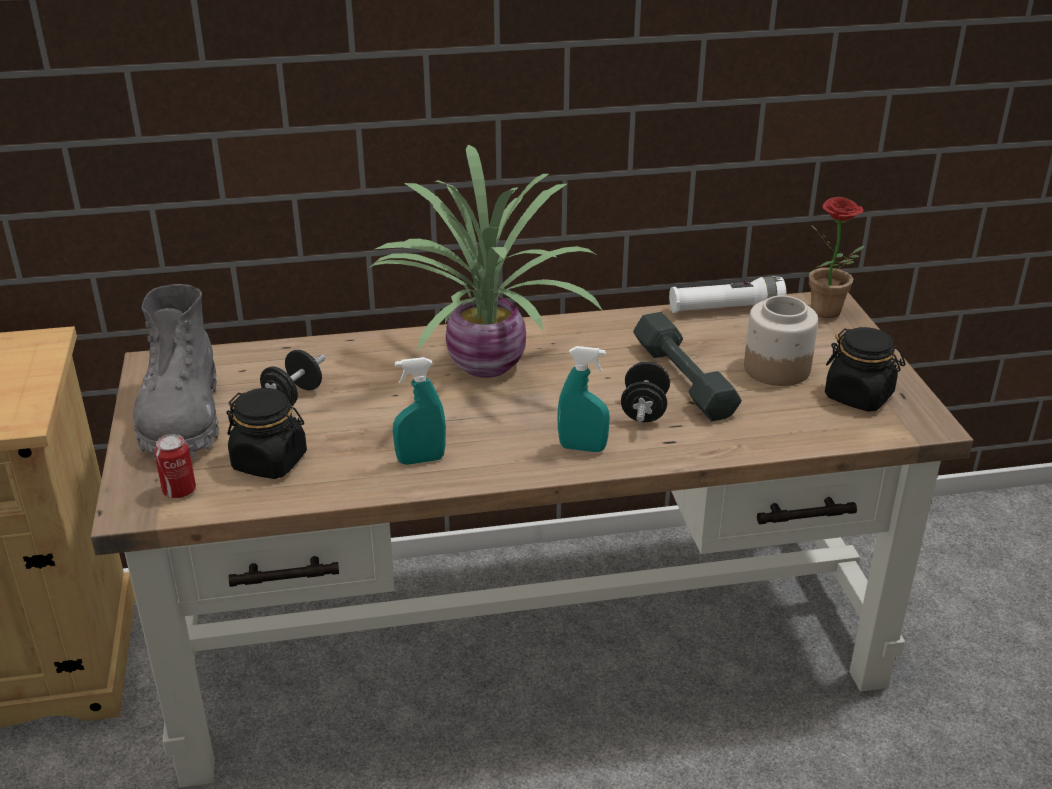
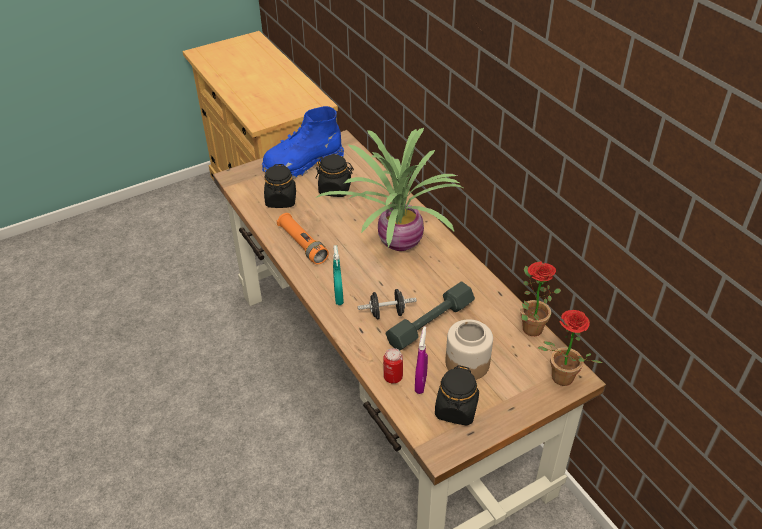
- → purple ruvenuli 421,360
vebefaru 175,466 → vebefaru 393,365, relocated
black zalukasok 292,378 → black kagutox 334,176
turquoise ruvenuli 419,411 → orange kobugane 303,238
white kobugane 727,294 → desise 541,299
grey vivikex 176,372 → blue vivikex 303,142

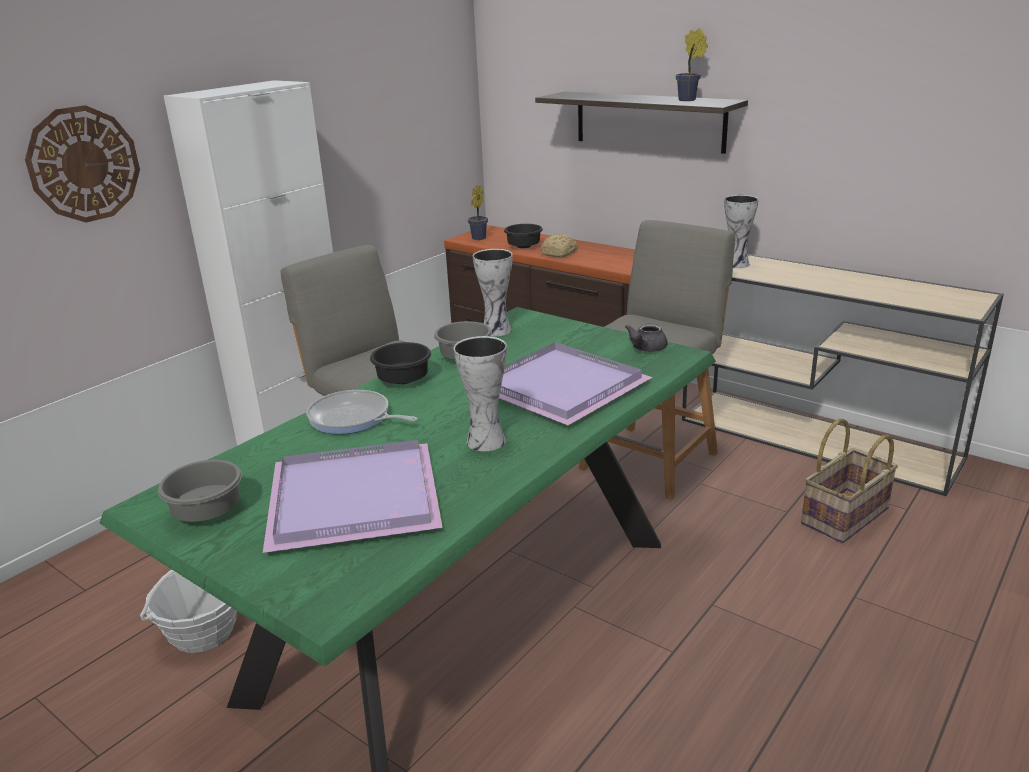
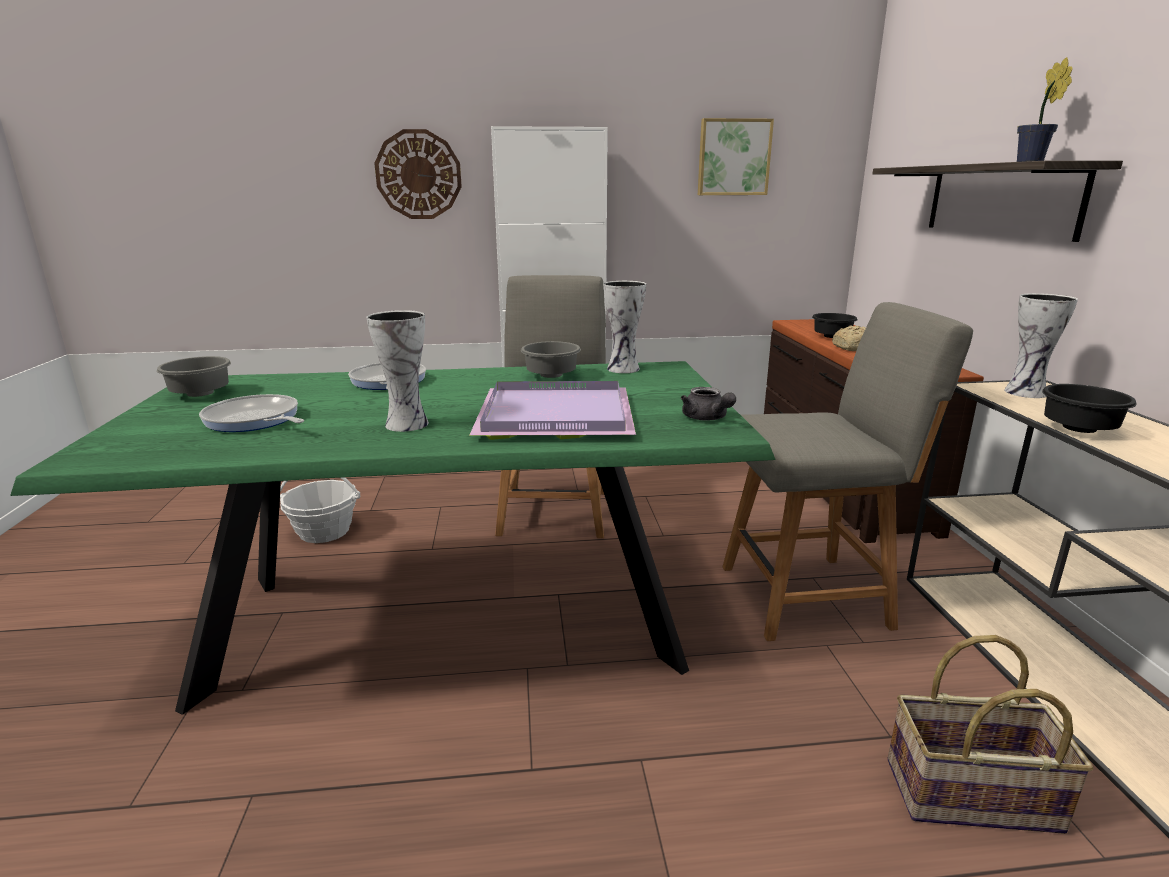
desise 478,212 → -
- → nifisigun 736,156
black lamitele 400,363 → black lamitele 1089,408, relocated
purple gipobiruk 353,496 → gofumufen 251,413
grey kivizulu 646,337 → grey kivizulu 708,404, 105 degrees counterclockwise

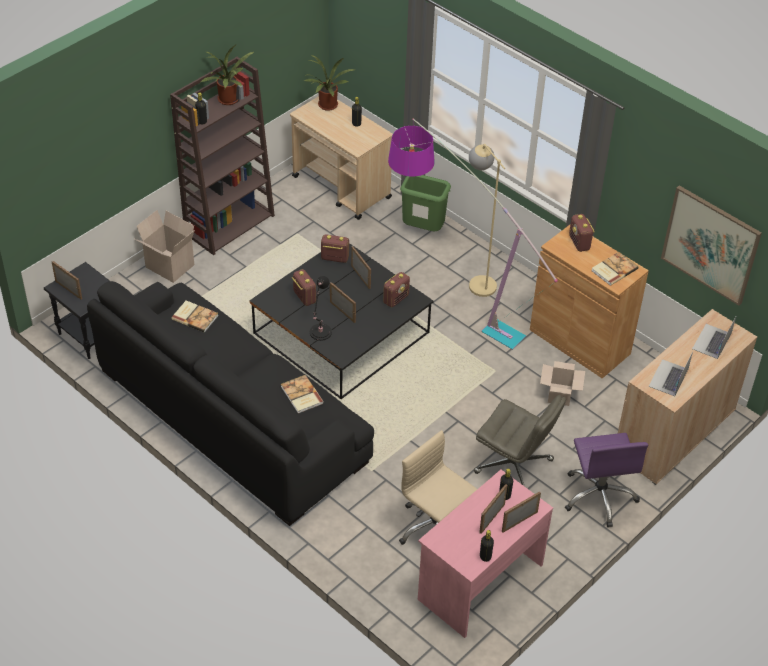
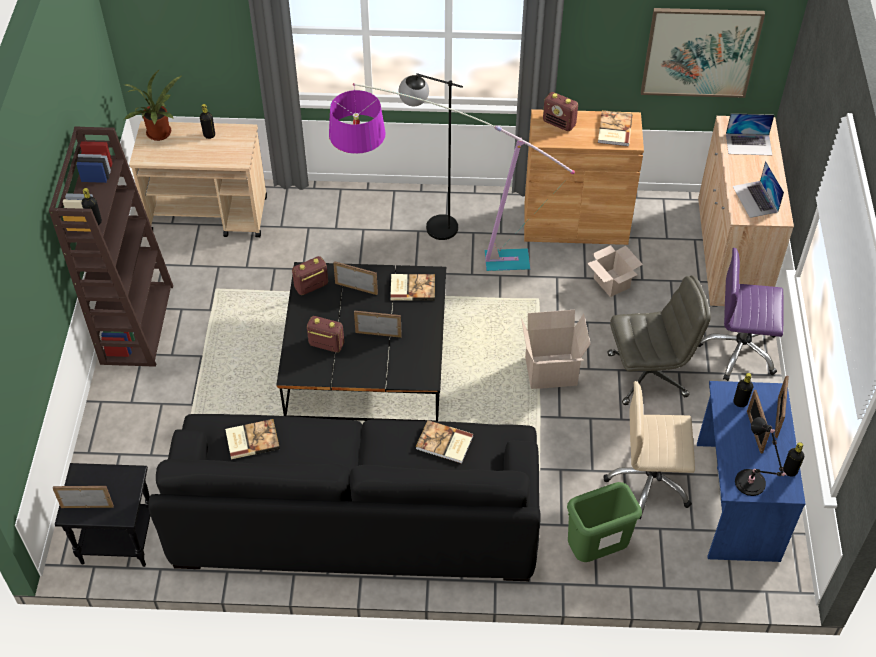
desise 227,74 → -
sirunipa 165,246 → sirunipa 556,349, relocated
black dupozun 321,308 → black dupozun 761,456, relocated
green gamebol 425,203 → green gamebol 604,522, relocated
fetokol 396,289 → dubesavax 412,287
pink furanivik 485,554 → blue furanivik 751,471
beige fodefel 487,220 → black fodefel 431,156
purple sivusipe 606,480 → purple sivusipe 741,314, 150 degrees clockwise
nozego 714,338 → nozego 750,134, 75 degrees counterclockwise

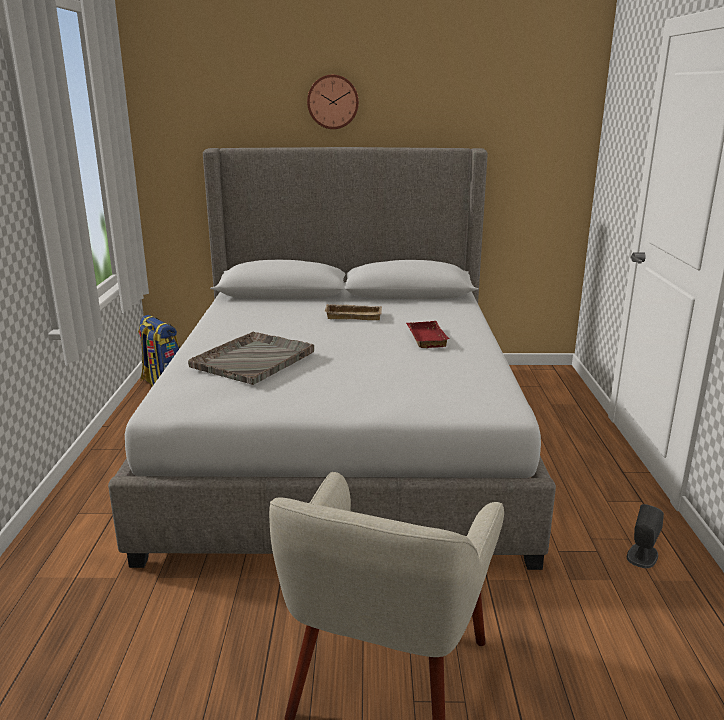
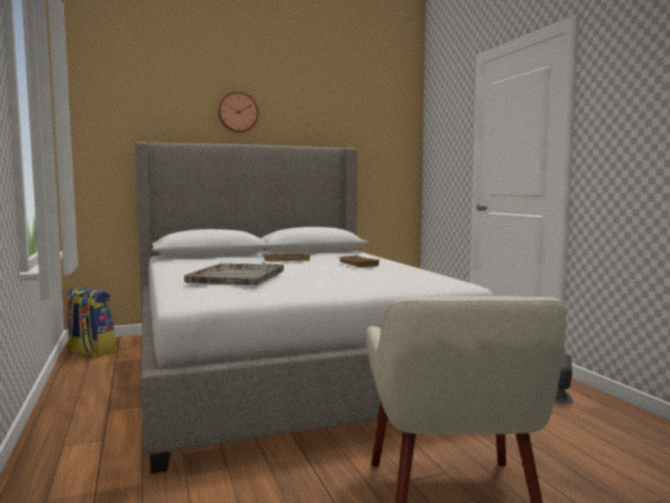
red gipobiruk 428,334 → beige gipobiruk 358,261

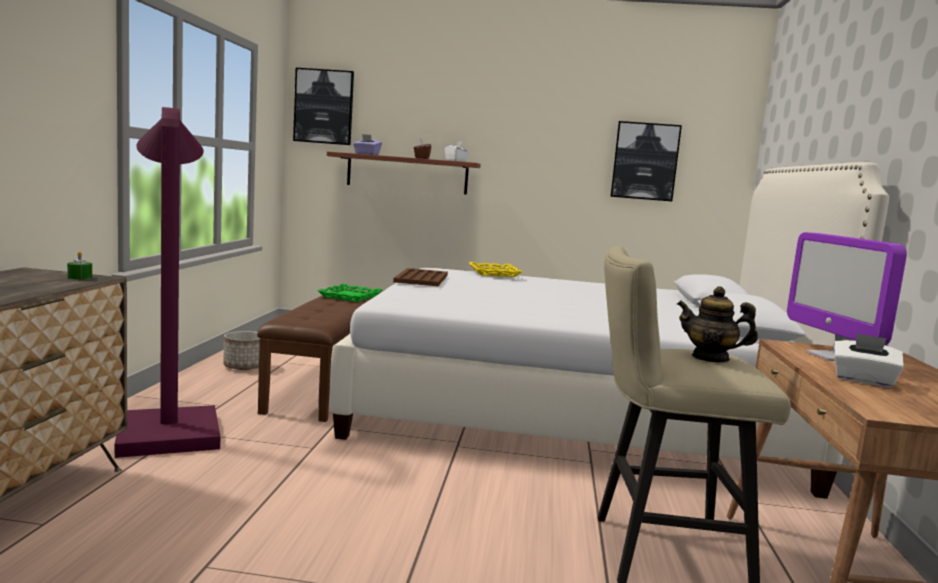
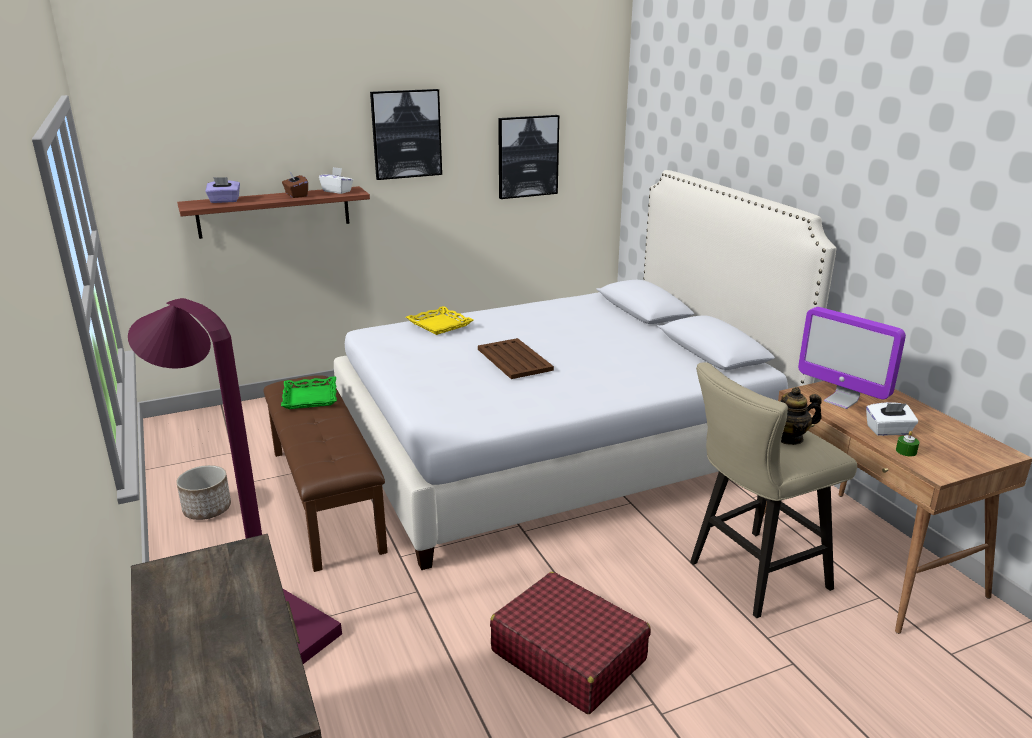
- → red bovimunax 570,643
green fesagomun 79,265 → green fesagomun 908,444, relocated
nifisigun 323,106 → nifisigun 406,134, relocated
brown gipobiruk 420,277 → brown gipobiruk 516,358, relocated

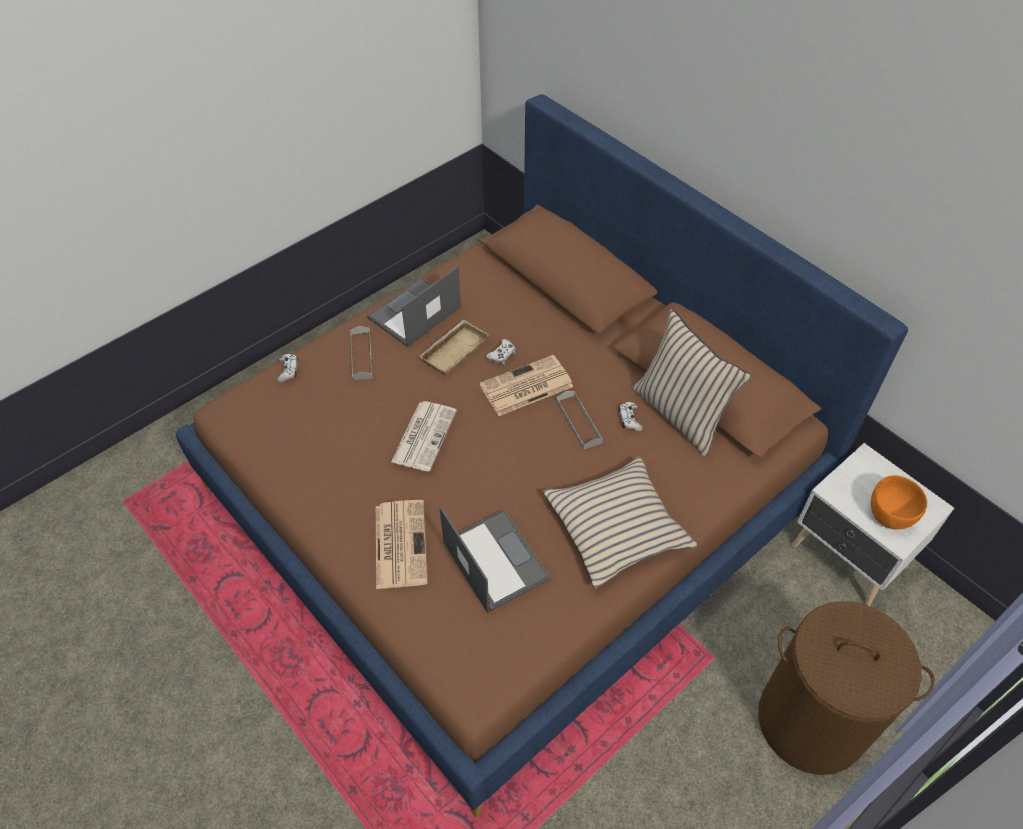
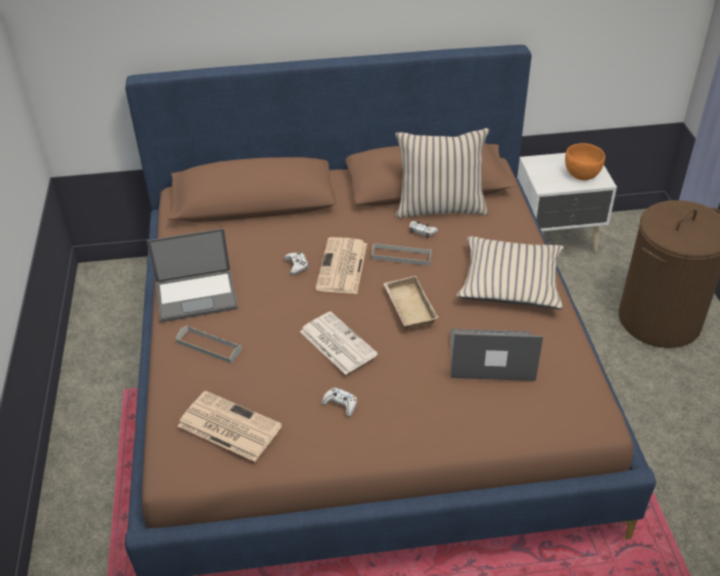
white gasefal 287,368 → white gasefal 339,401, relocated
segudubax 402,544 → segudubax 230,426, relocated
beige gipobiruk 453,347 → beige gipobiruk 411,302, relocated
nozego 414,306 → nozego 192,275, 90 degrees counterclockwise

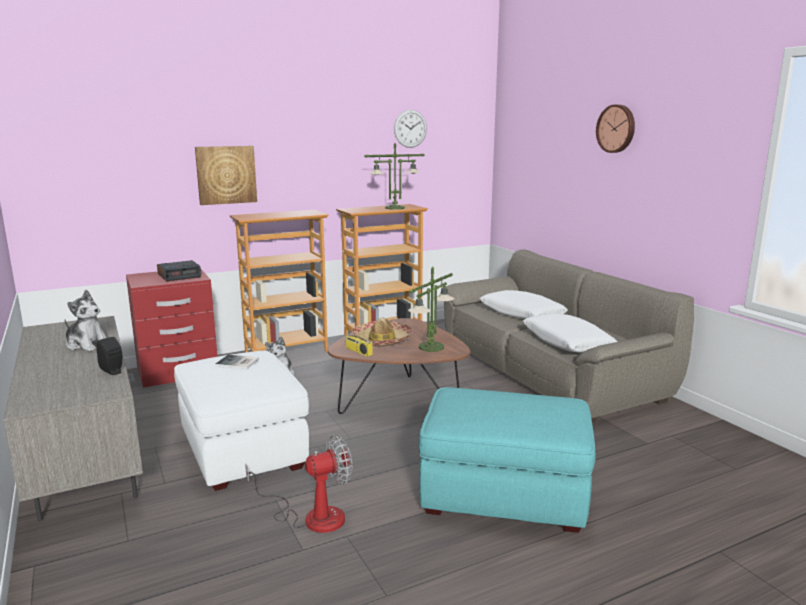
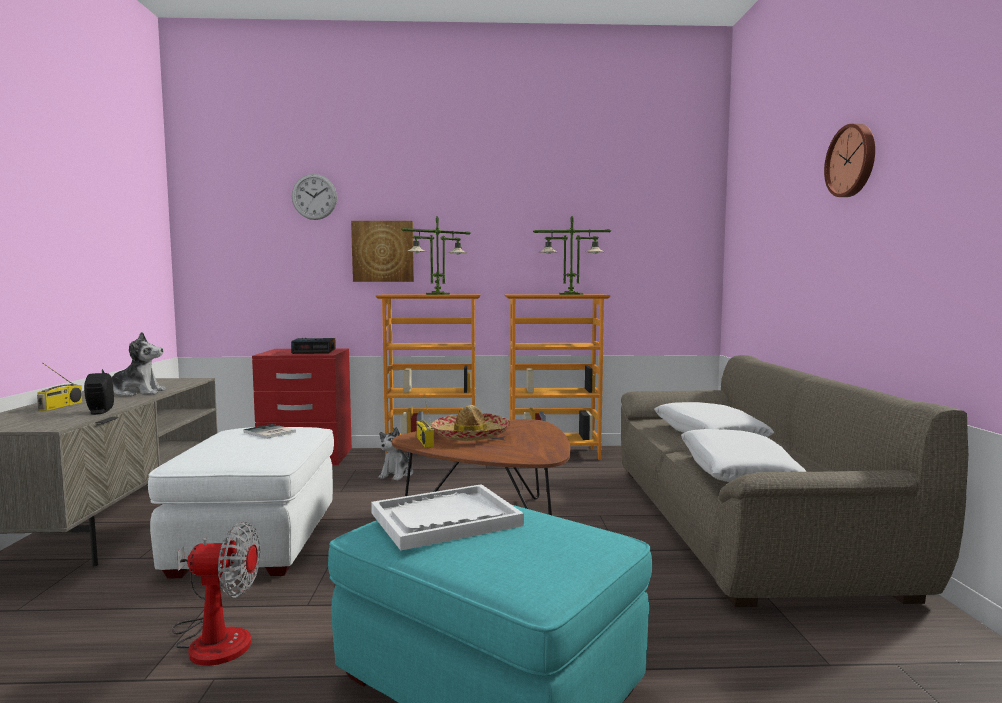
- → fetokol 60,387
- → white gipobiruk 447,517
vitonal 410,129 → vitonal 314,197, relocated
dupozun 431,309 → dupozun 436,255, relocated
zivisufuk 85,320 → zivisufuk 134,364, 60 degrees counterclockwise

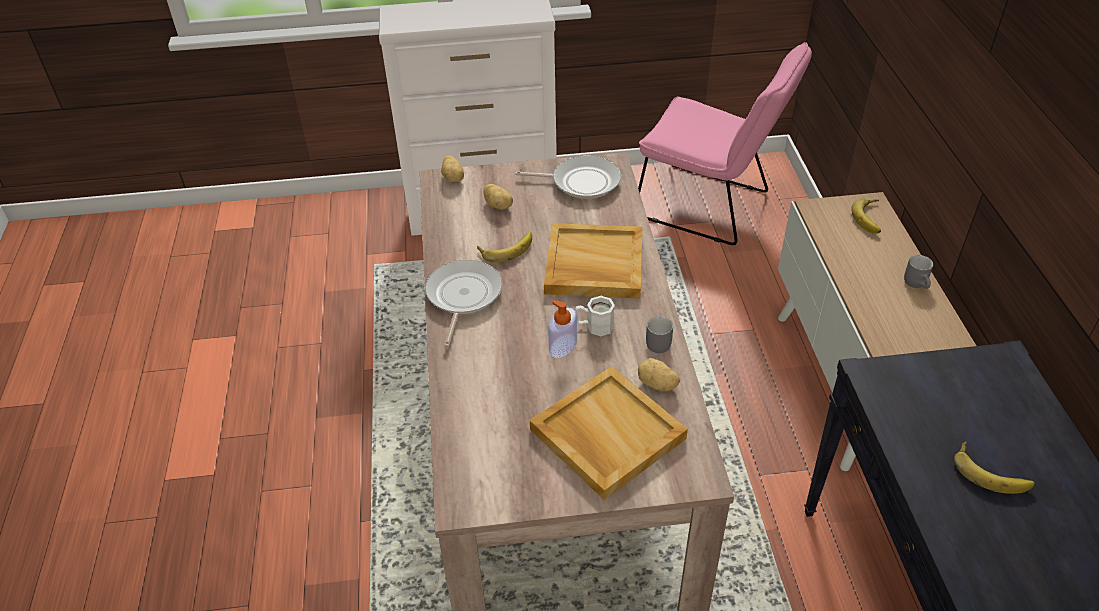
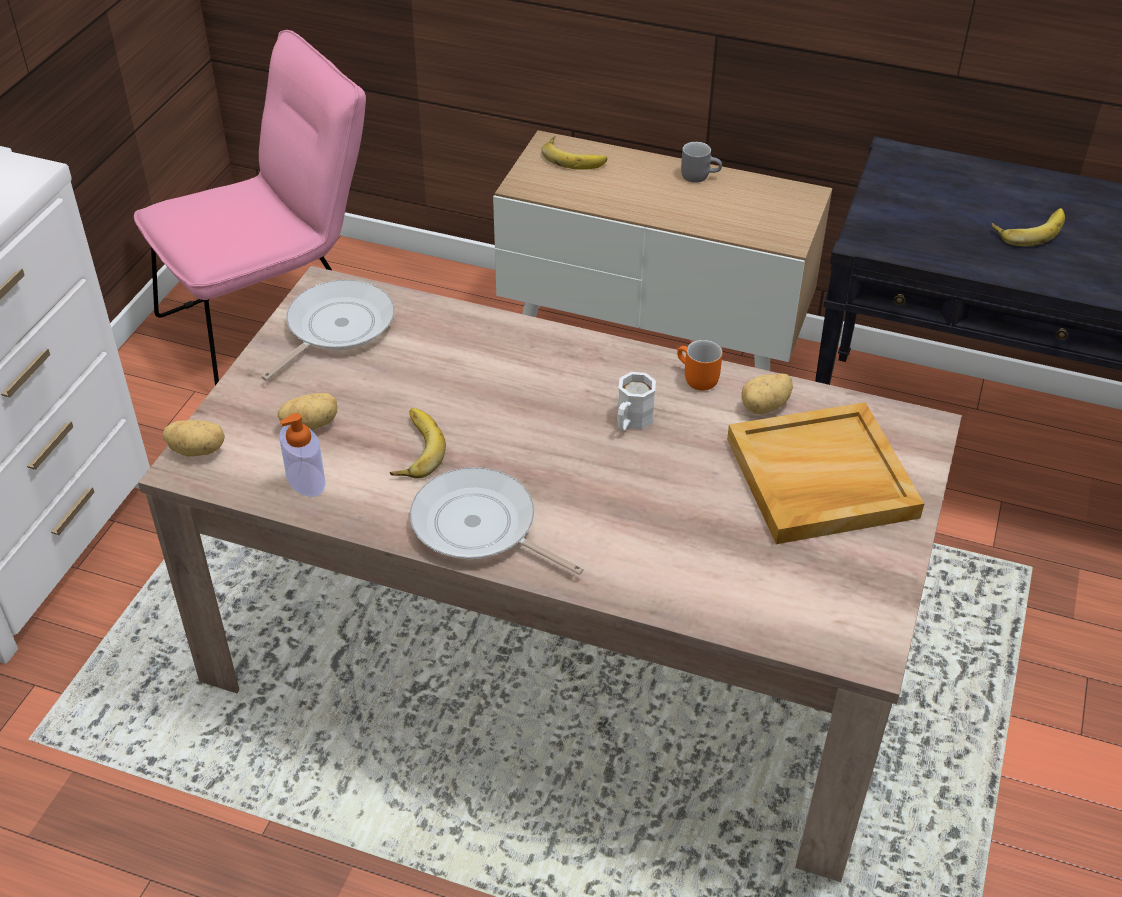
beige gipobiruk 593,261 → -
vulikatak 562,329 → vulikatak 302,455, relocated
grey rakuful 659,334 → orange rakuful 700,365

